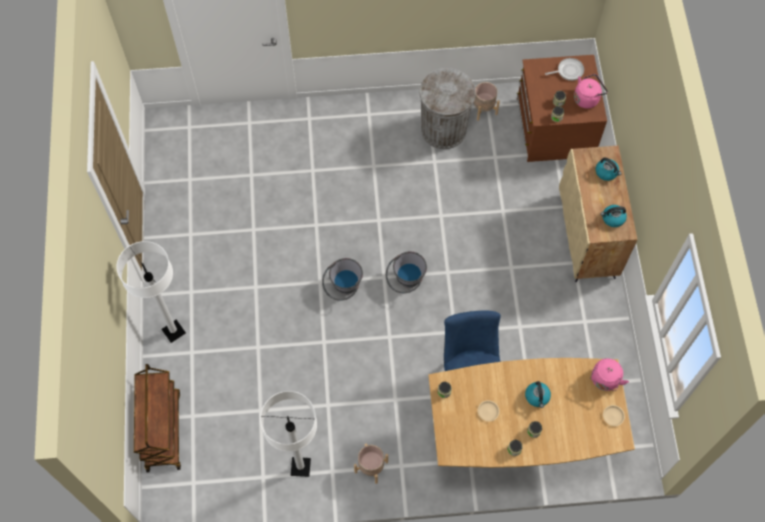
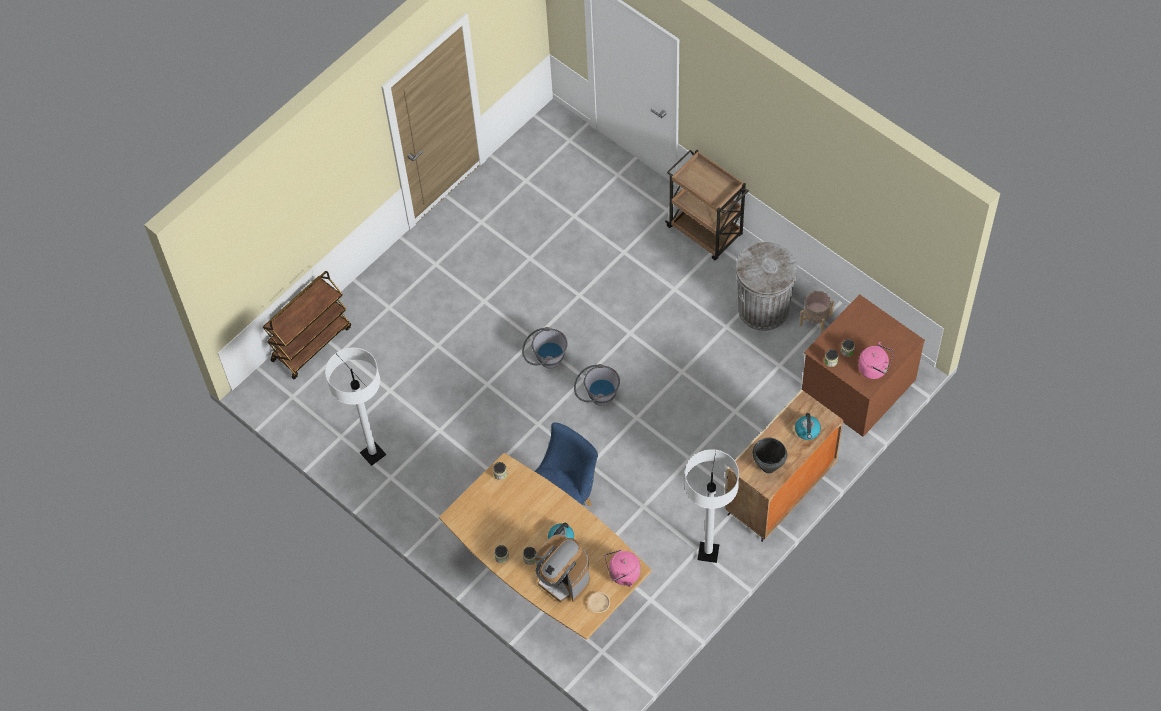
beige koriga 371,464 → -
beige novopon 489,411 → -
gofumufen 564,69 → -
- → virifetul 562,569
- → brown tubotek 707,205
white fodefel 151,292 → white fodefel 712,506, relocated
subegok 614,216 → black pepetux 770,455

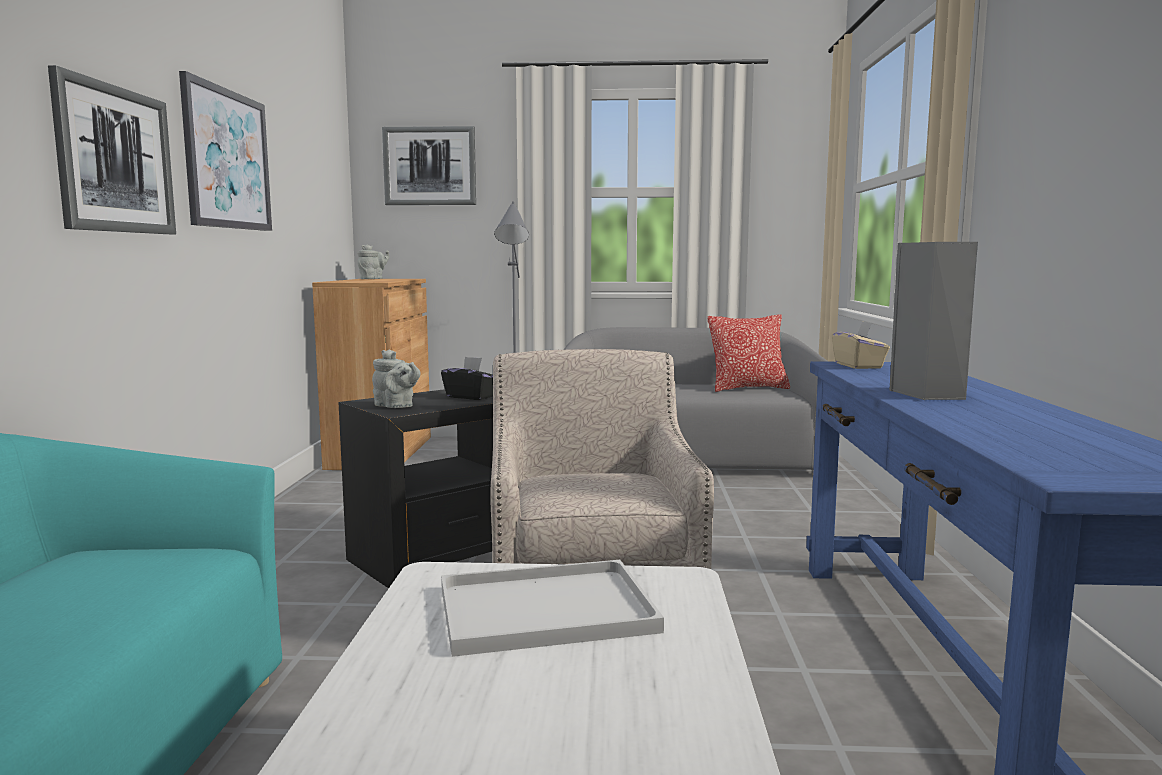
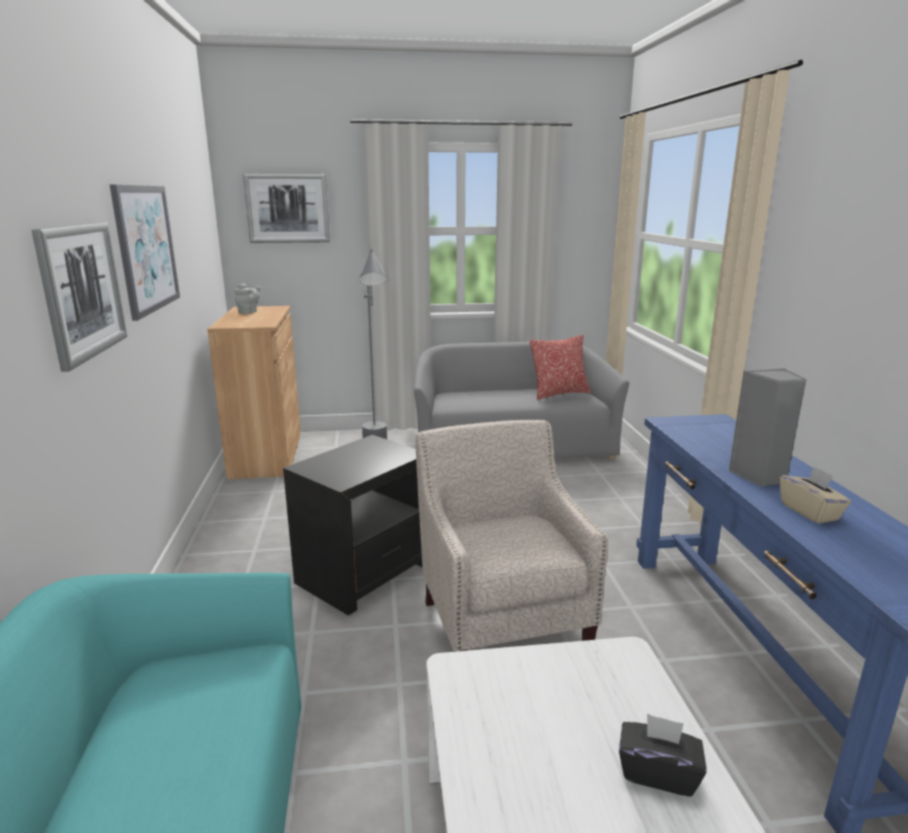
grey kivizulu 396,378 → -
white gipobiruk 552,608 → -
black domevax 467,378 → black domevax 663,754, relocated
beige domevax 861,345 → beige domevax 815,495, relocated

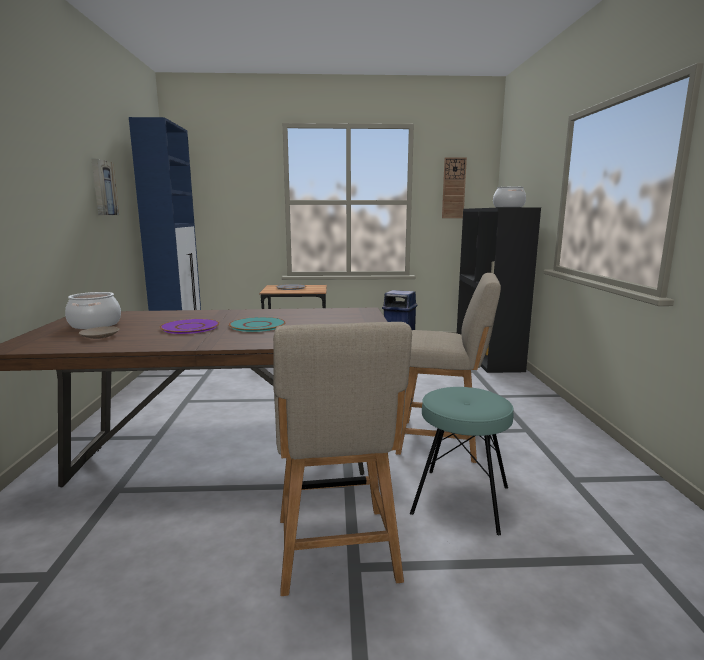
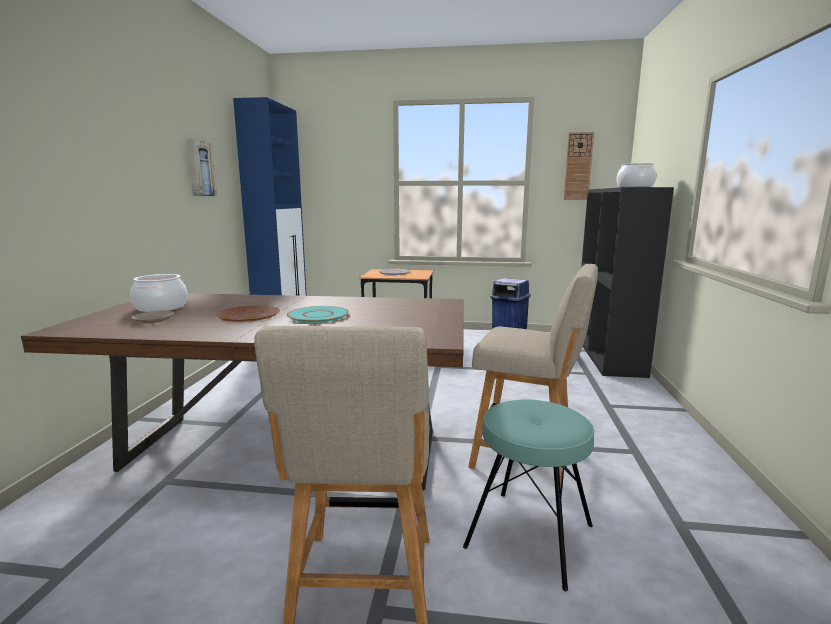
purple novopon 189,326 → brown novopon 248,313

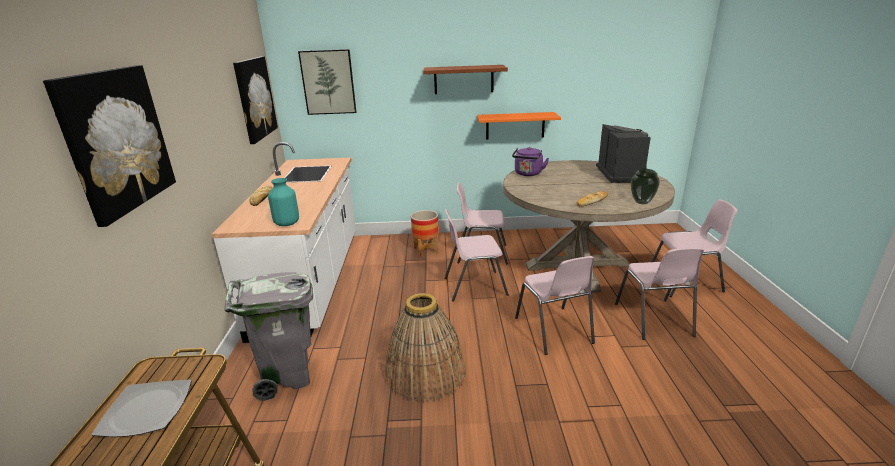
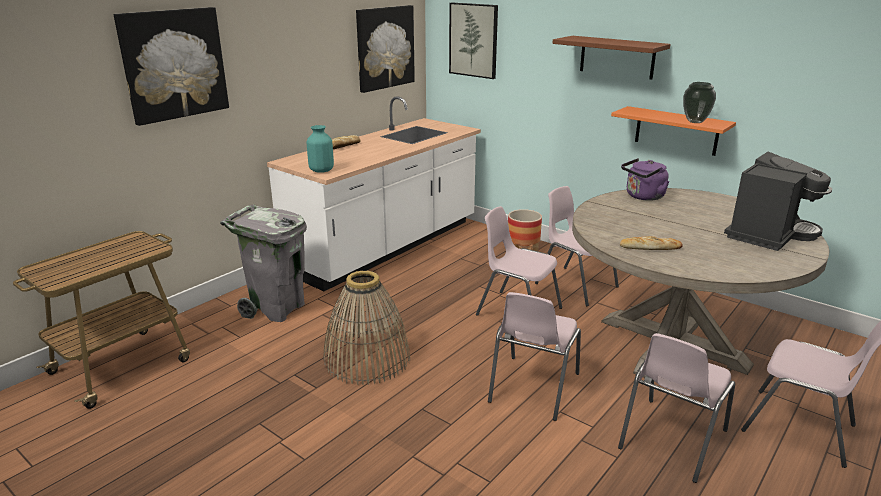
novopon 142,408 → -
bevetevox 645,186 → bevetevox 699,102, relocated

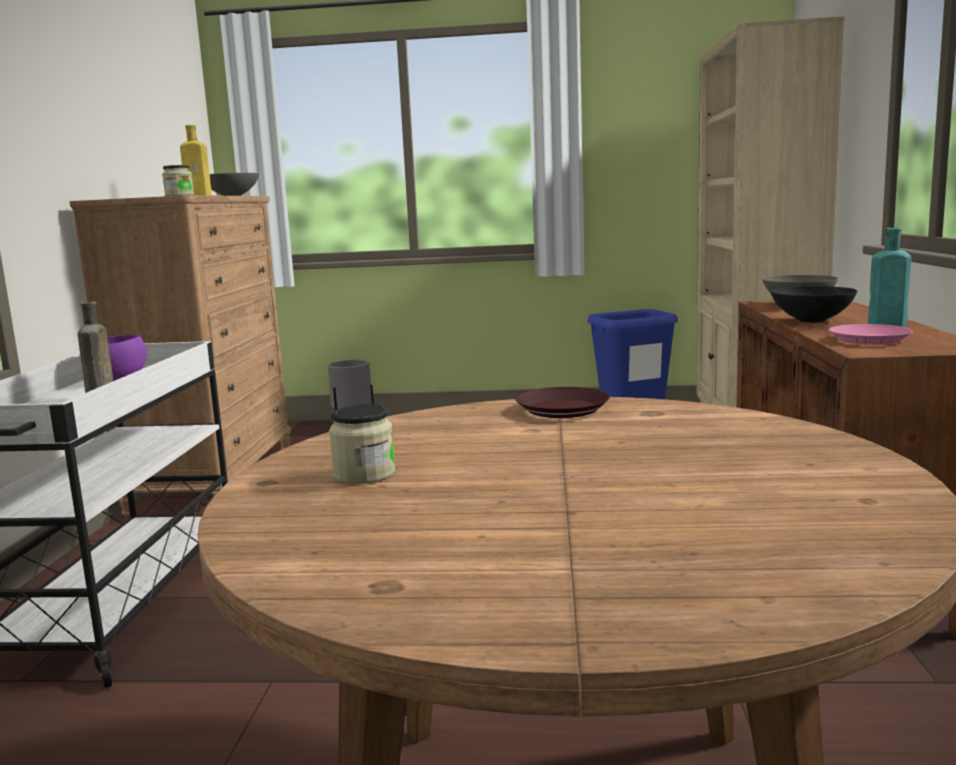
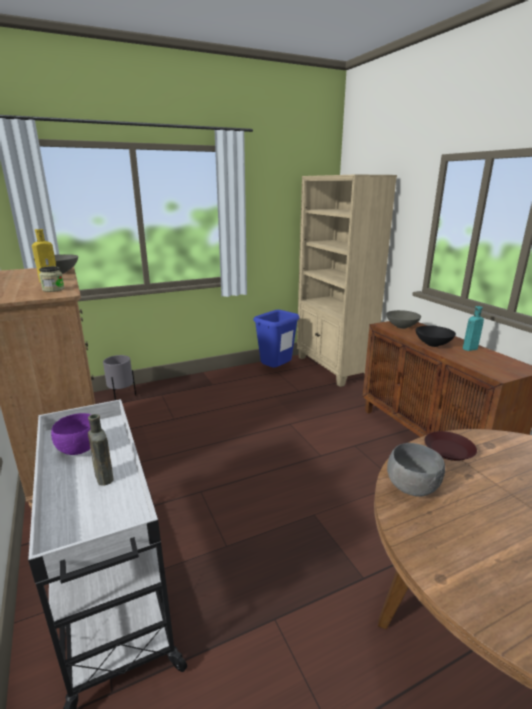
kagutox 362,444 → -
pink novopon 871,334 → -
- → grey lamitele 416,470

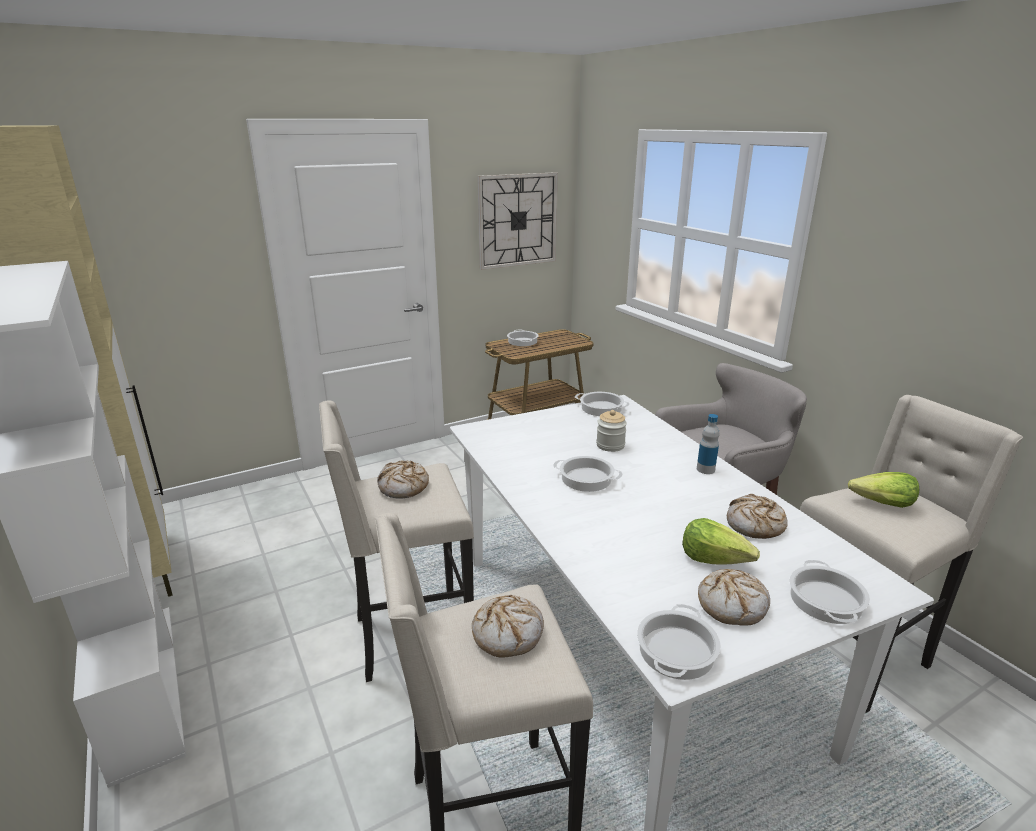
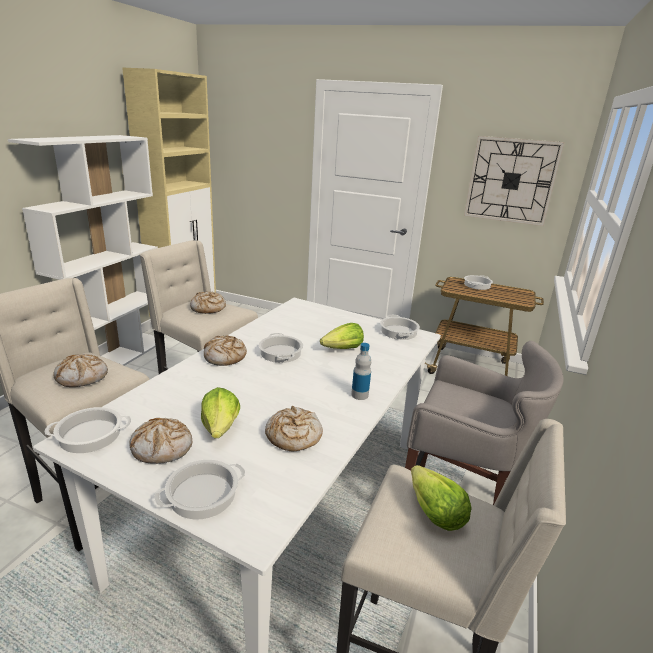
- → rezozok 225,350
kagutox 611,431 → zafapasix 342,336

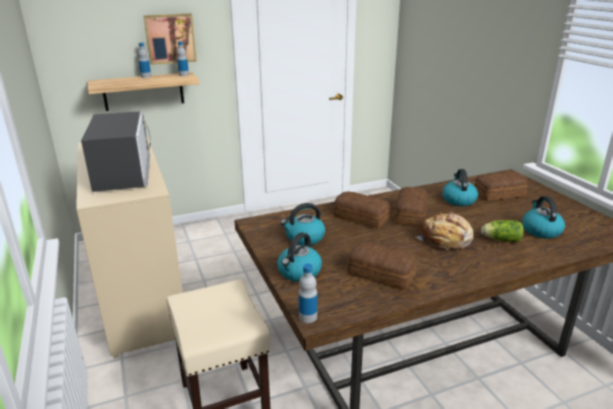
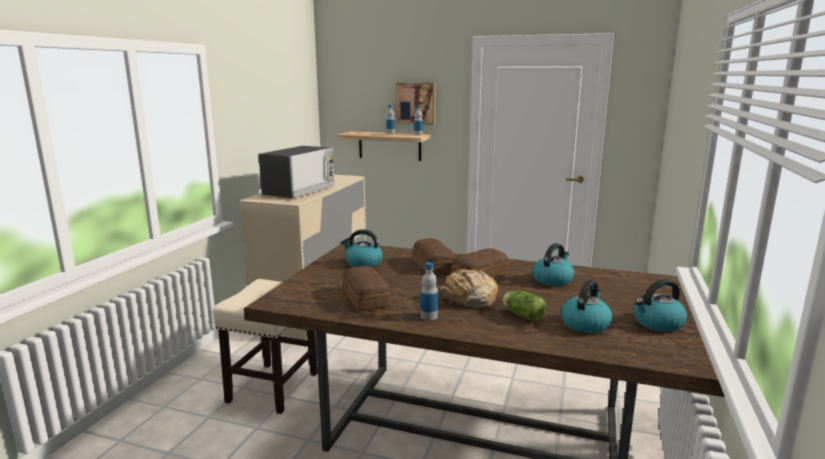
rezozok 501,186 → -
subegok 299,257 → subegok 660,305, relocated
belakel 308,293 → belakel 429,291, relocated

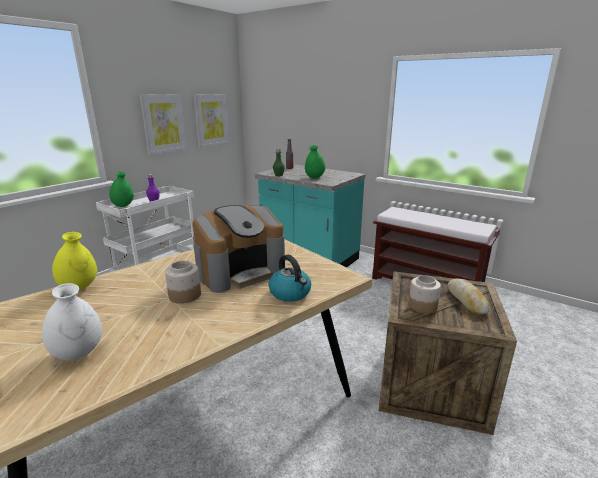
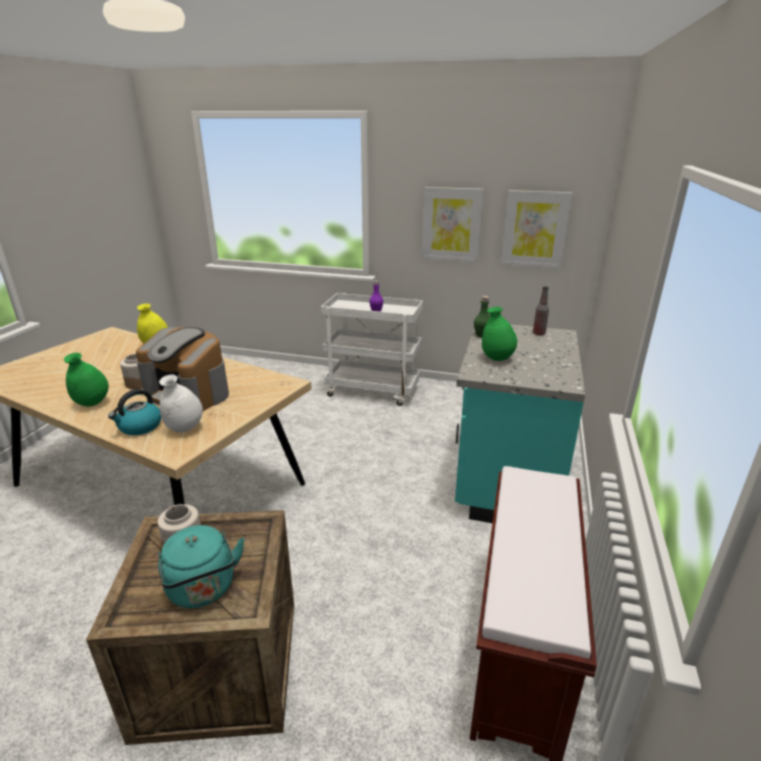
white bevetevox 72,322 → white bevetevox 181,403, relocated
green bevetevox 121,189 → green bevetevox 86,380, relocated
rezozok 468,296 → turquoise subegok 201,566

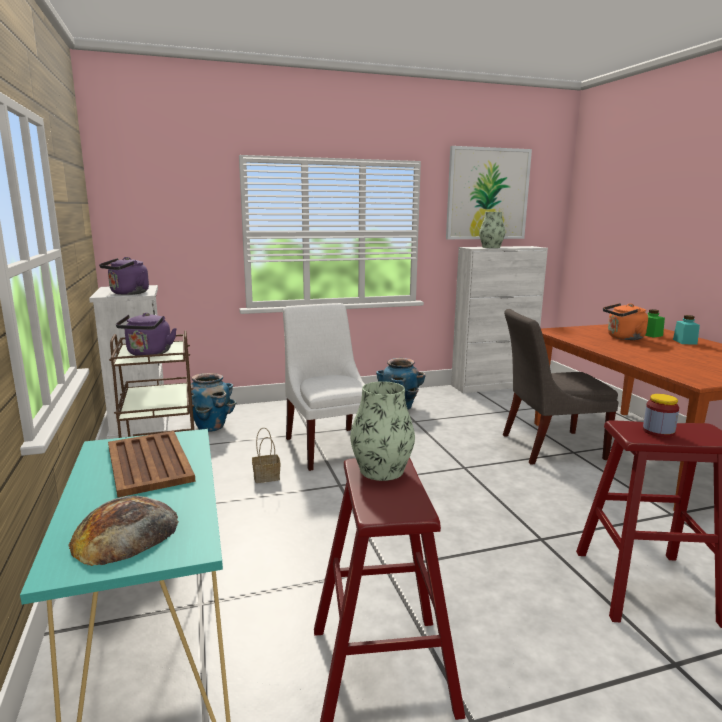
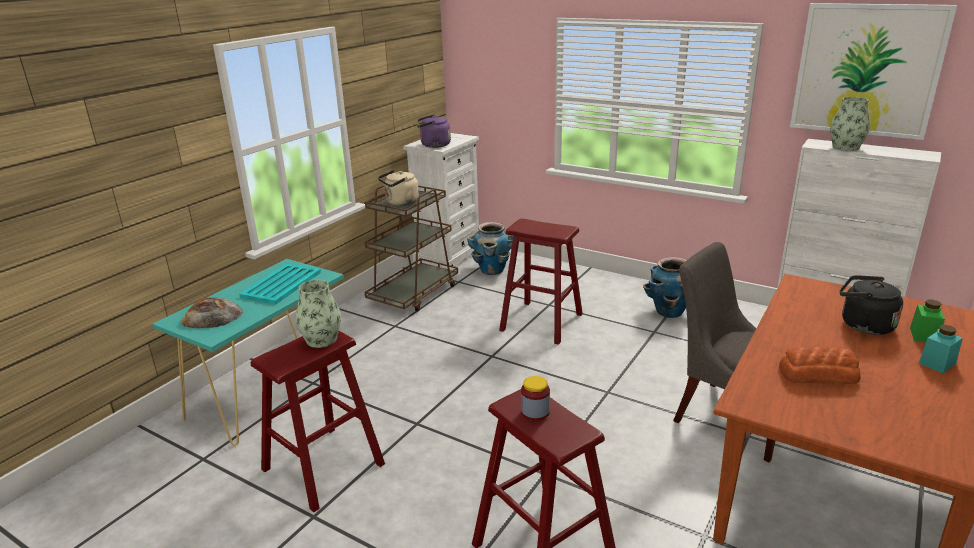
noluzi 266,455 → -
- → rezozok 819,365
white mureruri 324,387 → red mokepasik 541,282
brown gipobiruk 152,464 → turquoise gipobiruk 280,284
purple subegok 146,334 → beige subegok 398,188
orange subegok 625,321 → black subegok 871,305

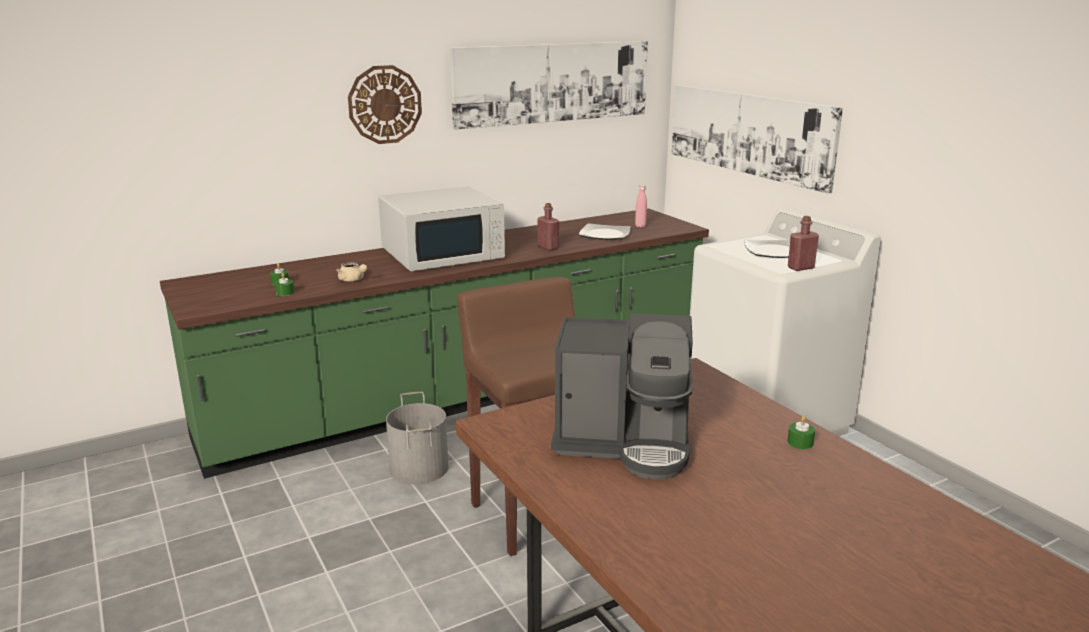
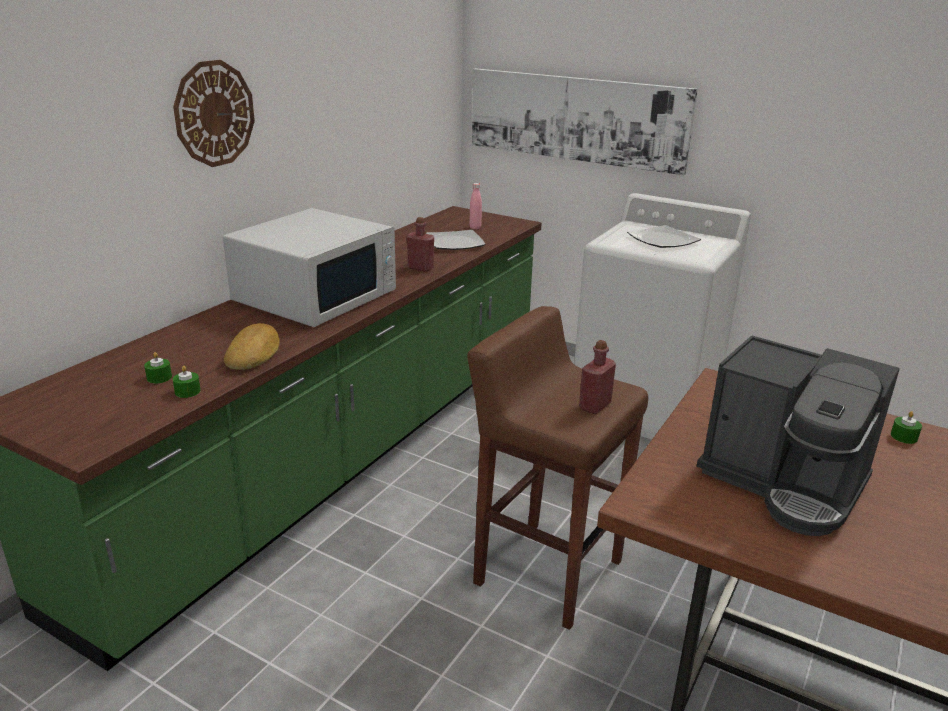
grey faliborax 417,438 → -
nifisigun 548,85 → -
red belakel 803,243 → red belakel 597,377, relocated
beige kivizulu 351,272 → rezozok 252,346
virifetul 622,396 → virifetul 798,435, 60 degrees clockwise

